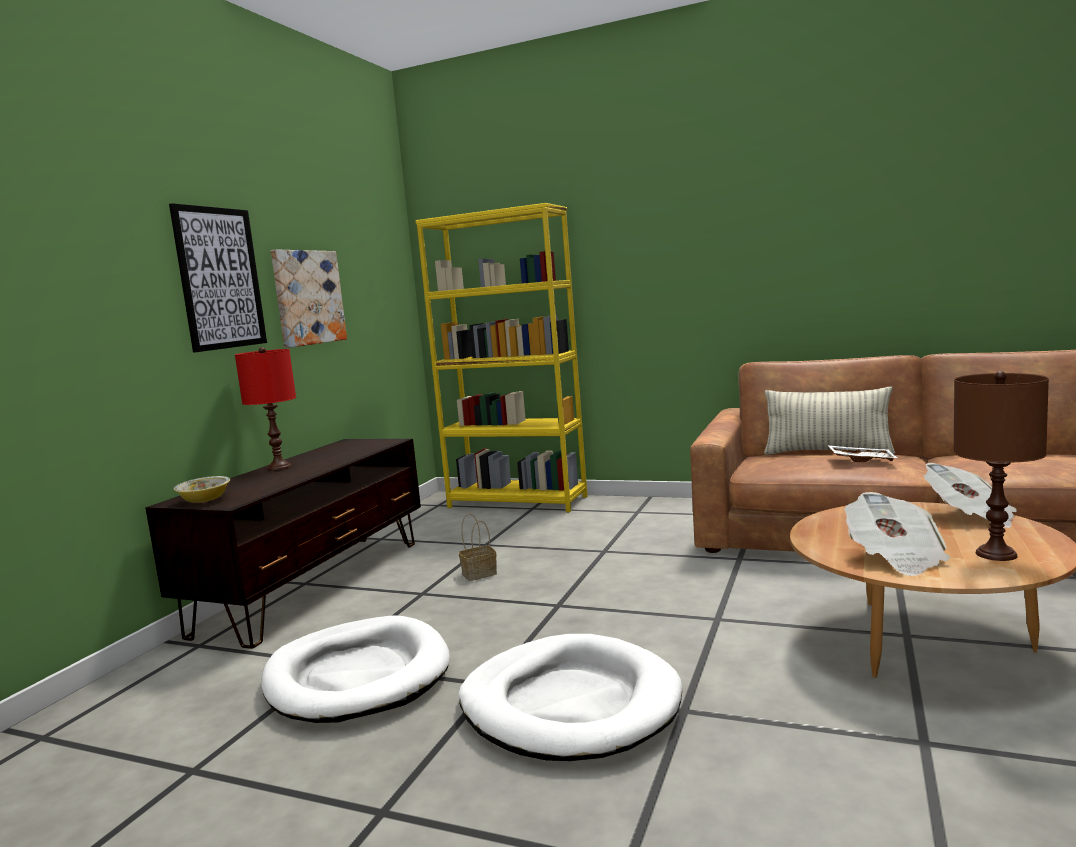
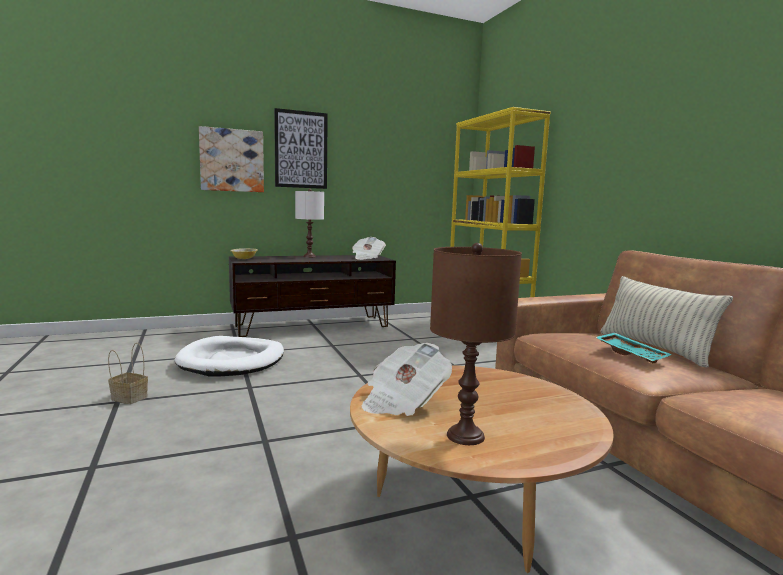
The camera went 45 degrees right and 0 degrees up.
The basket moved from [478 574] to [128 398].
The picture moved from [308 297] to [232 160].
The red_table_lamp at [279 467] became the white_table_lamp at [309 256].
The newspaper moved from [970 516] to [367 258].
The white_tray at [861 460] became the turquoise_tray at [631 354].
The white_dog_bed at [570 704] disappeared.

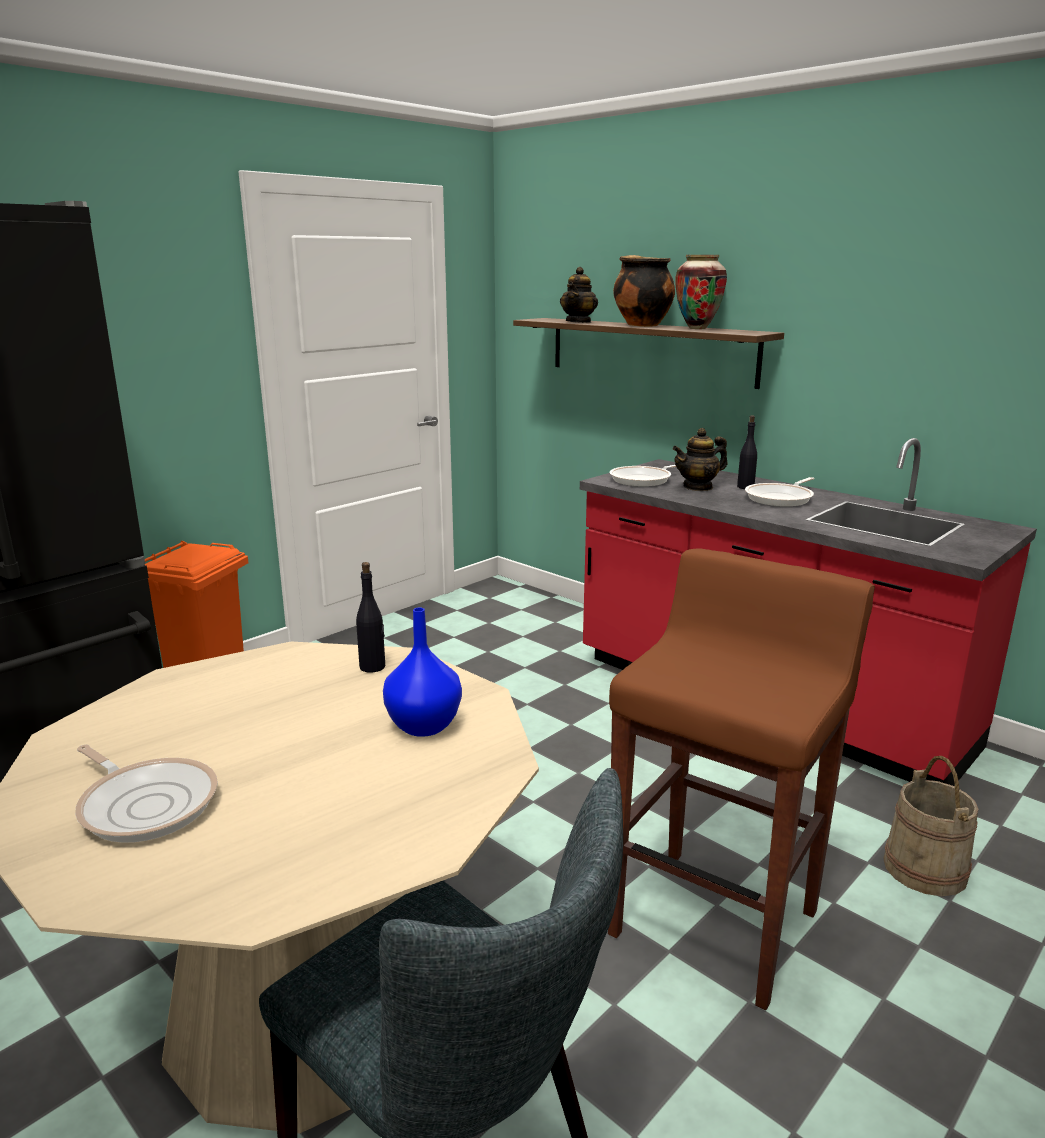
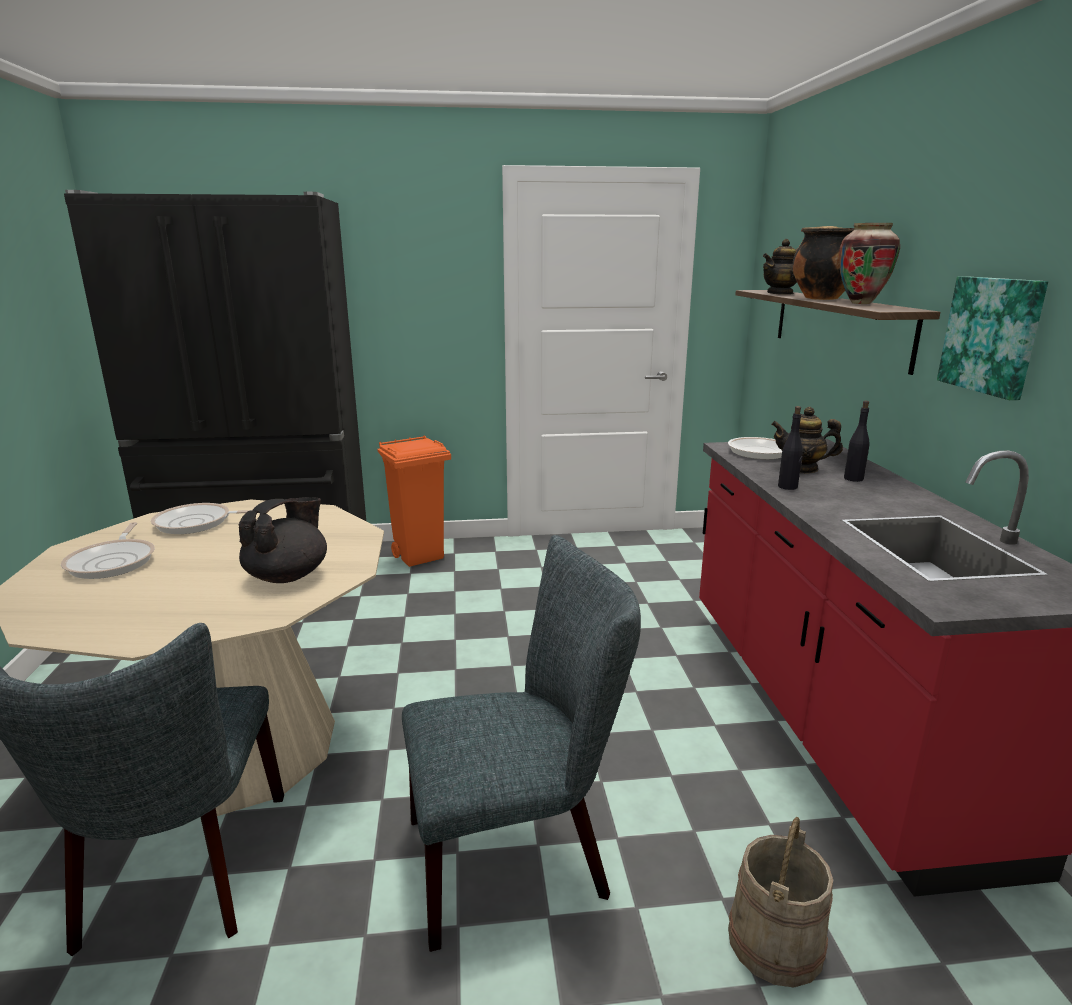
The camera went 40 degrees right and 0 degrees up.
The frying_pan moved from [781 498] to [197 523].
The blue_vase at [425 725] was replaced by the black_teapot at [288 576].
The brown_stool at [716 921] was replaced by the grey_chair at [519 855].
The black_bottle moved from [373 667] to [788 487].
The picture at [992 335] appeared.

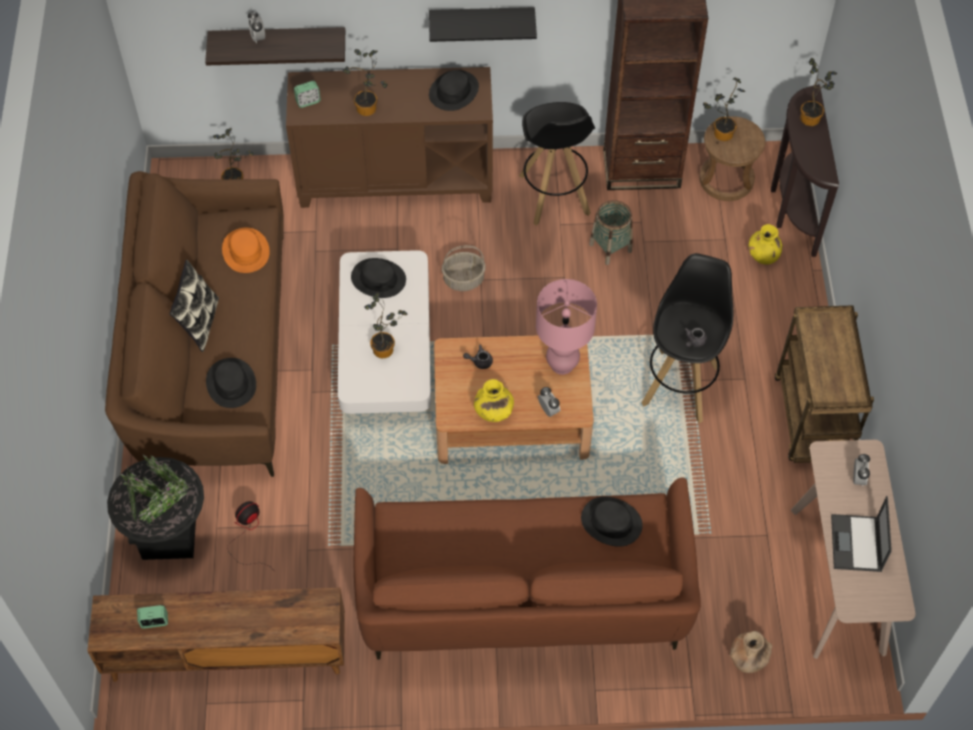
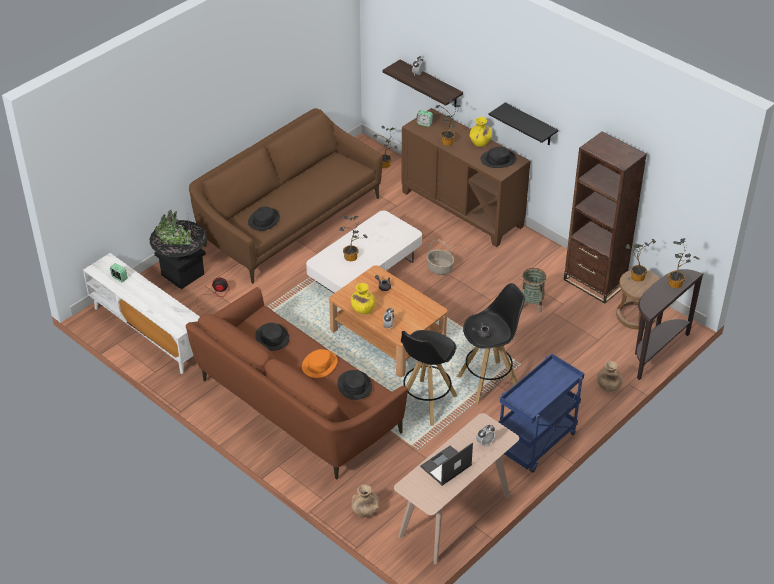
The camera went 45 degrees right and 15 degrees down.
The brown_tv_stand at [226 654] became the white_tv_stand at [148 332].
The black_hat moved from [378 279] to [272 337].
The orange_hat moved from [245 251] to [319 364].
The black_stool moved from [554 195] to [426 403].
The yellow_vase moved from [763 256] to [480 142].
The brown_cart at [812 421] became the blue_cart at [536 444].
The brown_vase at [608 386] appeared.
The pillow at [199 323] disappeared.
The pink_table_lamp at [562 365] disappeared.

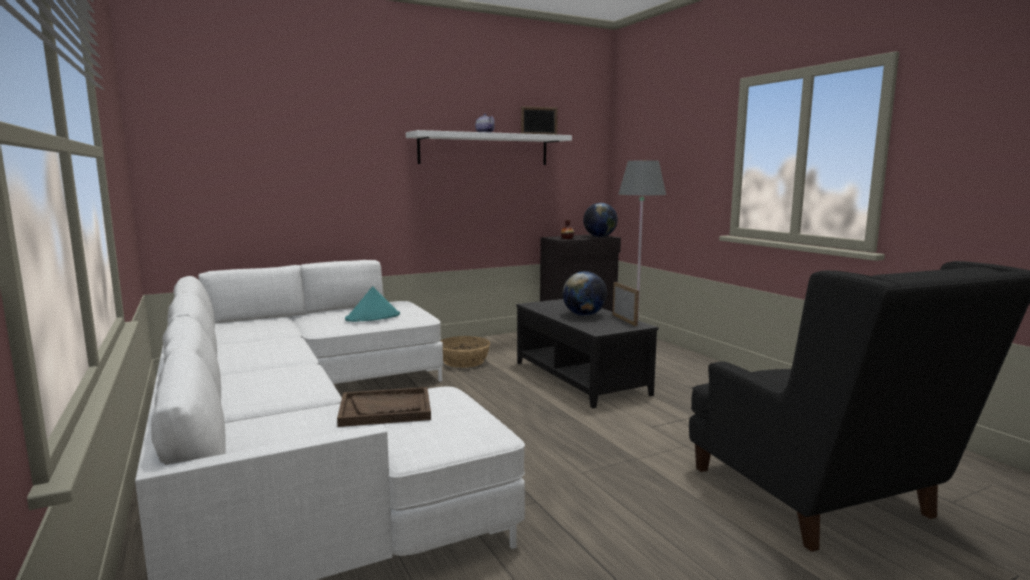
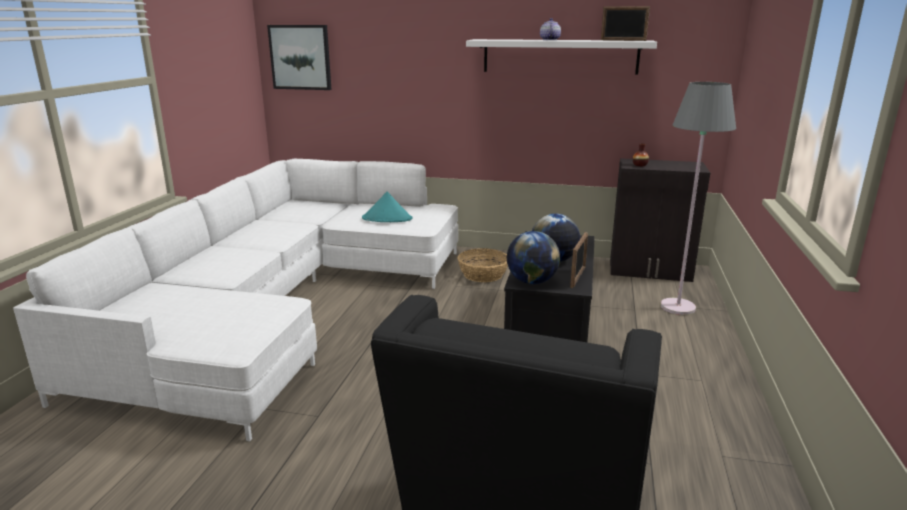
The camera went 40 degrees right and 10 degrees up.
The picture at [300 57] appeared.
The globe moved from [599 237] to [531 282].
The brown_tray at [385 409] disappeared.

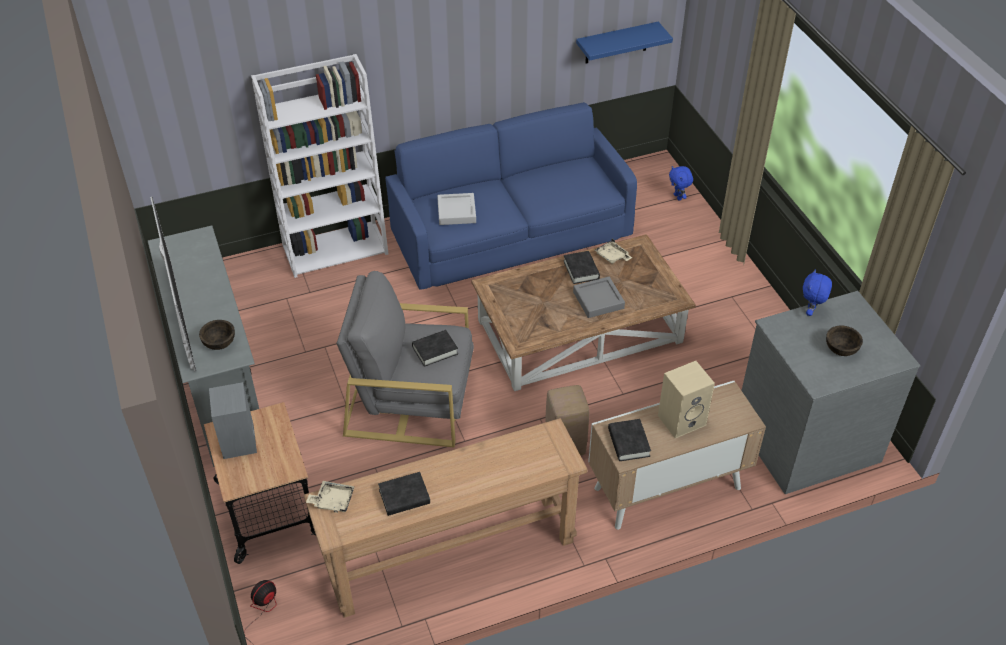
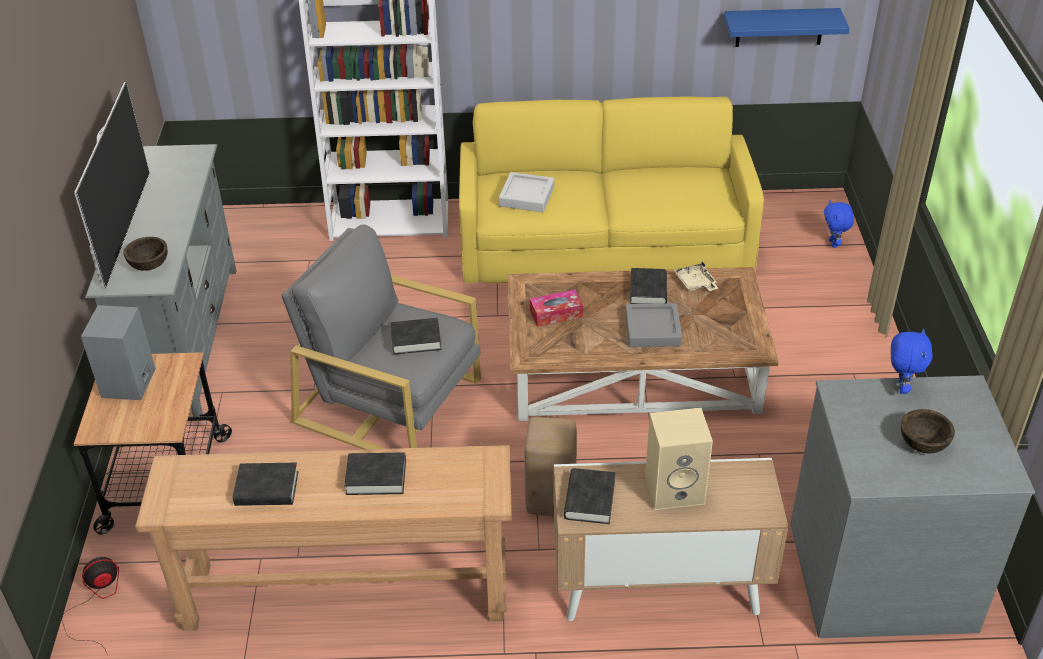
The camera went 20 degrees right and 5 degrees down.
The black_book at [376 477] appeared.
The blue_sofa at [510 228] became the yellow_sofa at [605 238].
The tissue_box at [556 314] appeared.
The blue_plush_toy at [811 311] turned 150 degrees clockwise.
The beige_tray at [332 501] disappeared.

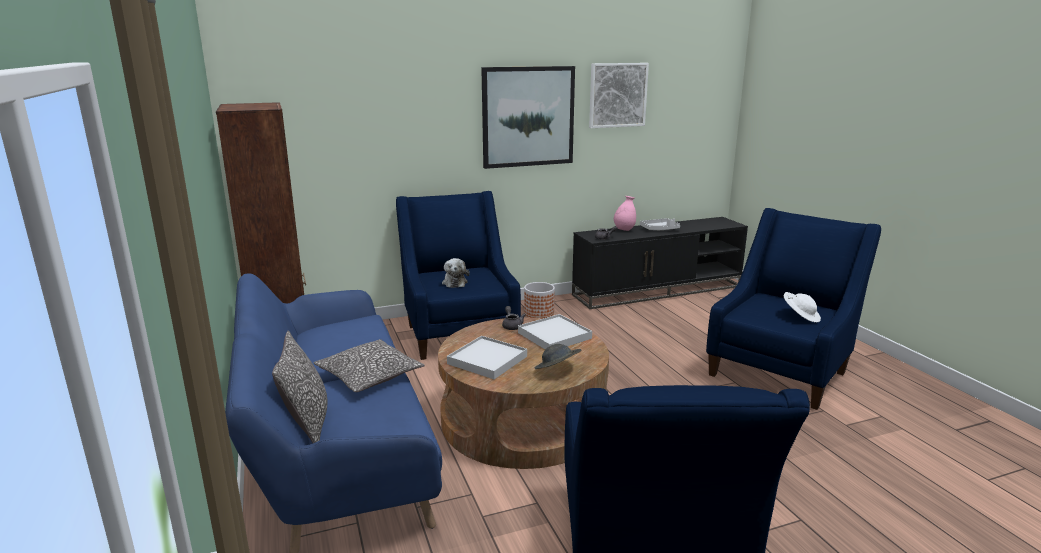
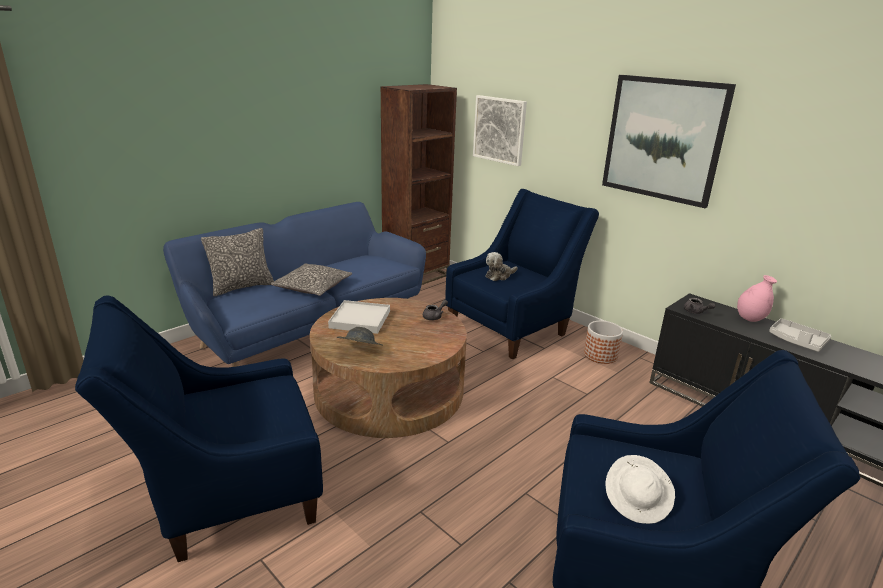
The camera went 65 degrees right and 5 degrees up.
The picture moved from [617 95] to [499 130].
The white_tray at [554 335] disappeared.

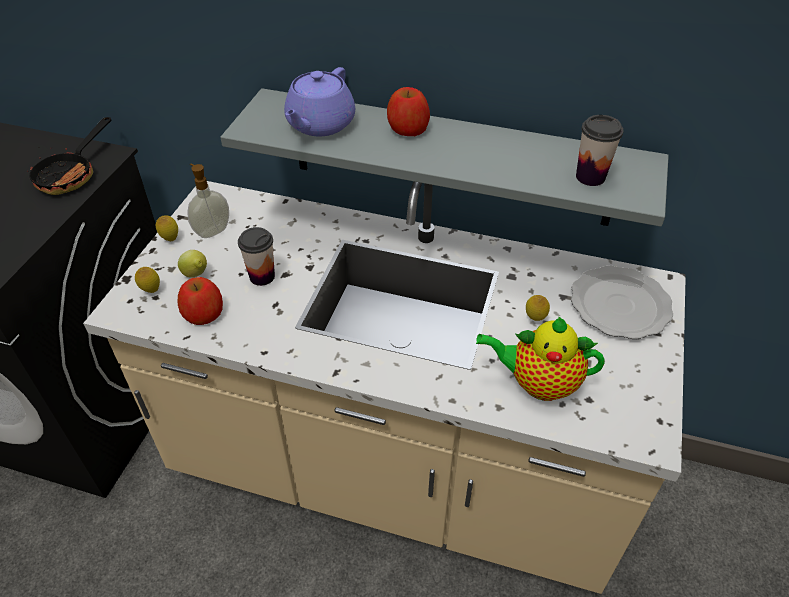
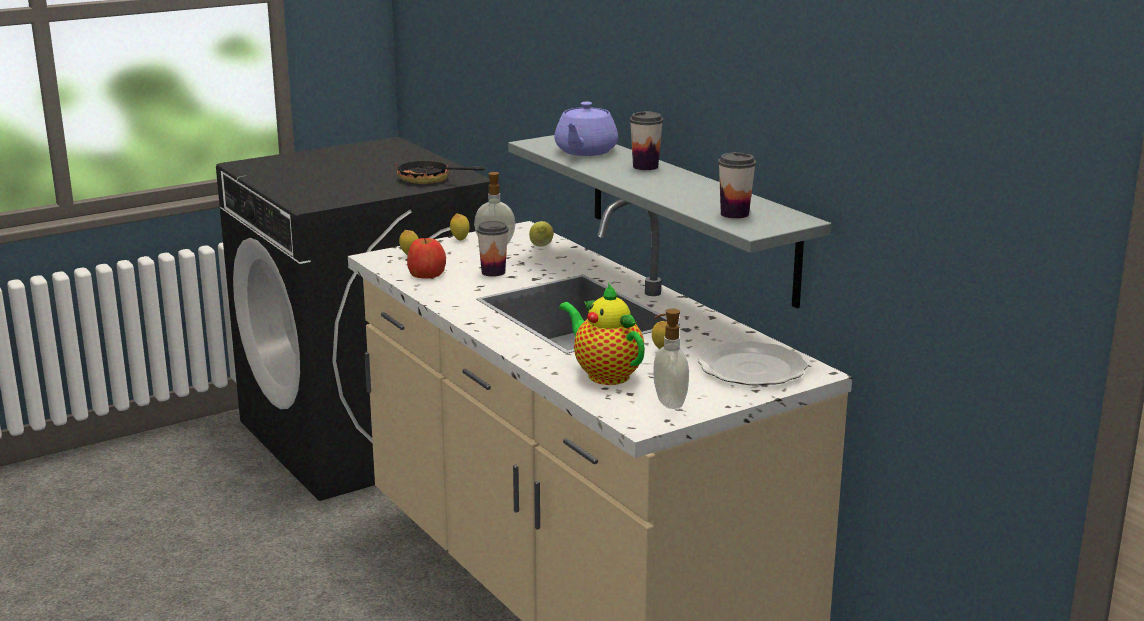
The camera went 40 degrees right and 25 degrees down.
The frying_pan at [71 174] turned 60 degrees clockwise.
The lemon moved from [196 275] to [541 247].
The purple_teapot at [319 124] turned 45 degrees counterclockwise.
The apple at [407 128] was replaced by the cup at [645 167].
The soap_dispenser at [668 403] appeared.

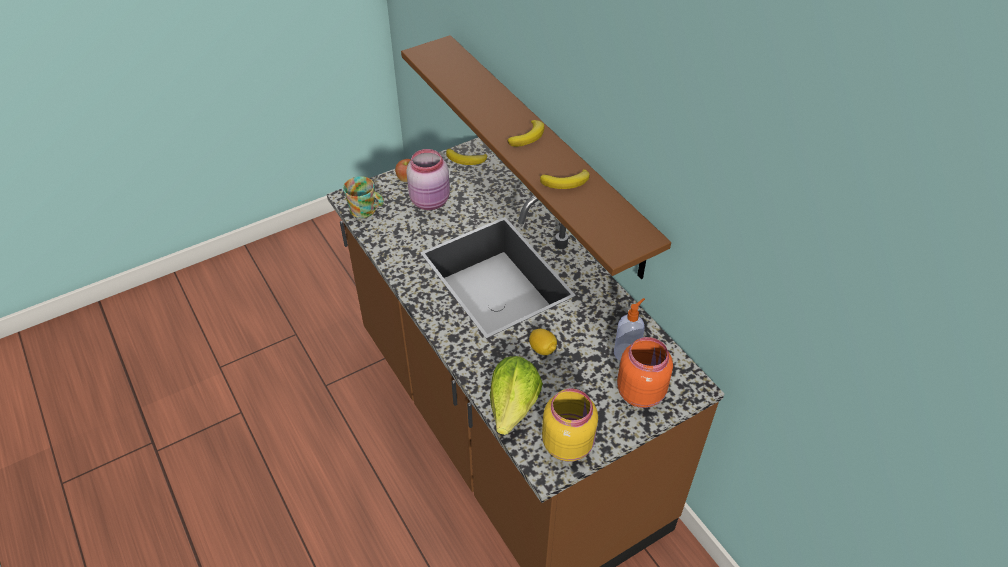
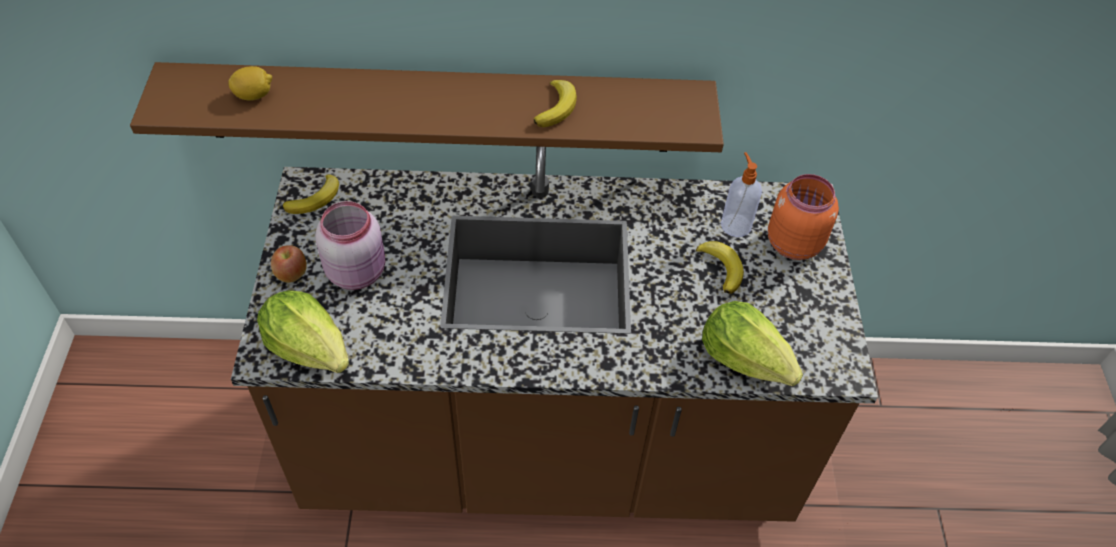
The camera went 60 degrees left and 5 degrees up.
The lemon moved from [542 349] to [254 95].
The mug at [366 210] was replaced by the lettuce at [309 347].
The banana moved from [528 136] to [722 268].
The yellow_jar at [568 443] disappeared.

